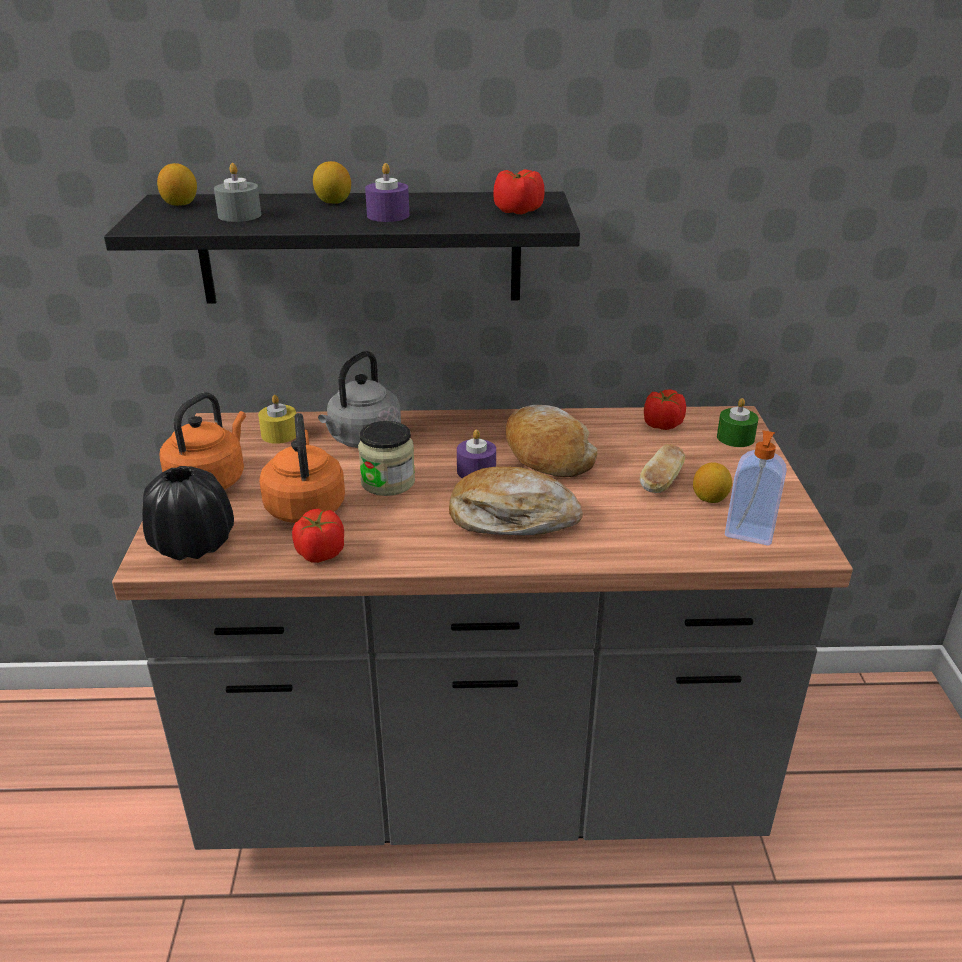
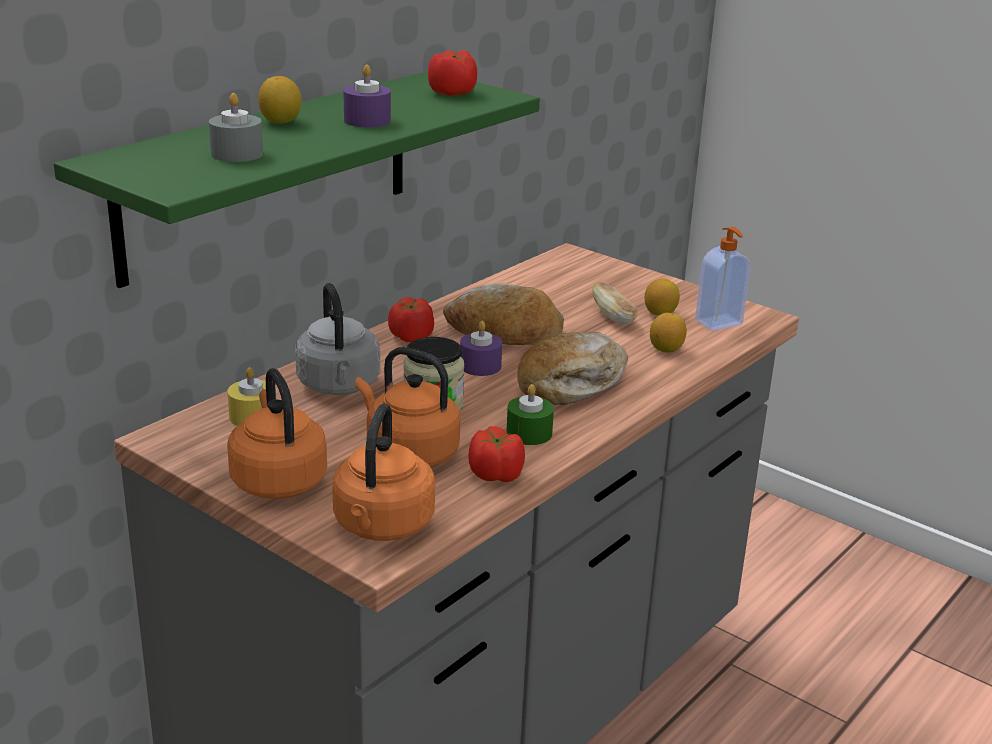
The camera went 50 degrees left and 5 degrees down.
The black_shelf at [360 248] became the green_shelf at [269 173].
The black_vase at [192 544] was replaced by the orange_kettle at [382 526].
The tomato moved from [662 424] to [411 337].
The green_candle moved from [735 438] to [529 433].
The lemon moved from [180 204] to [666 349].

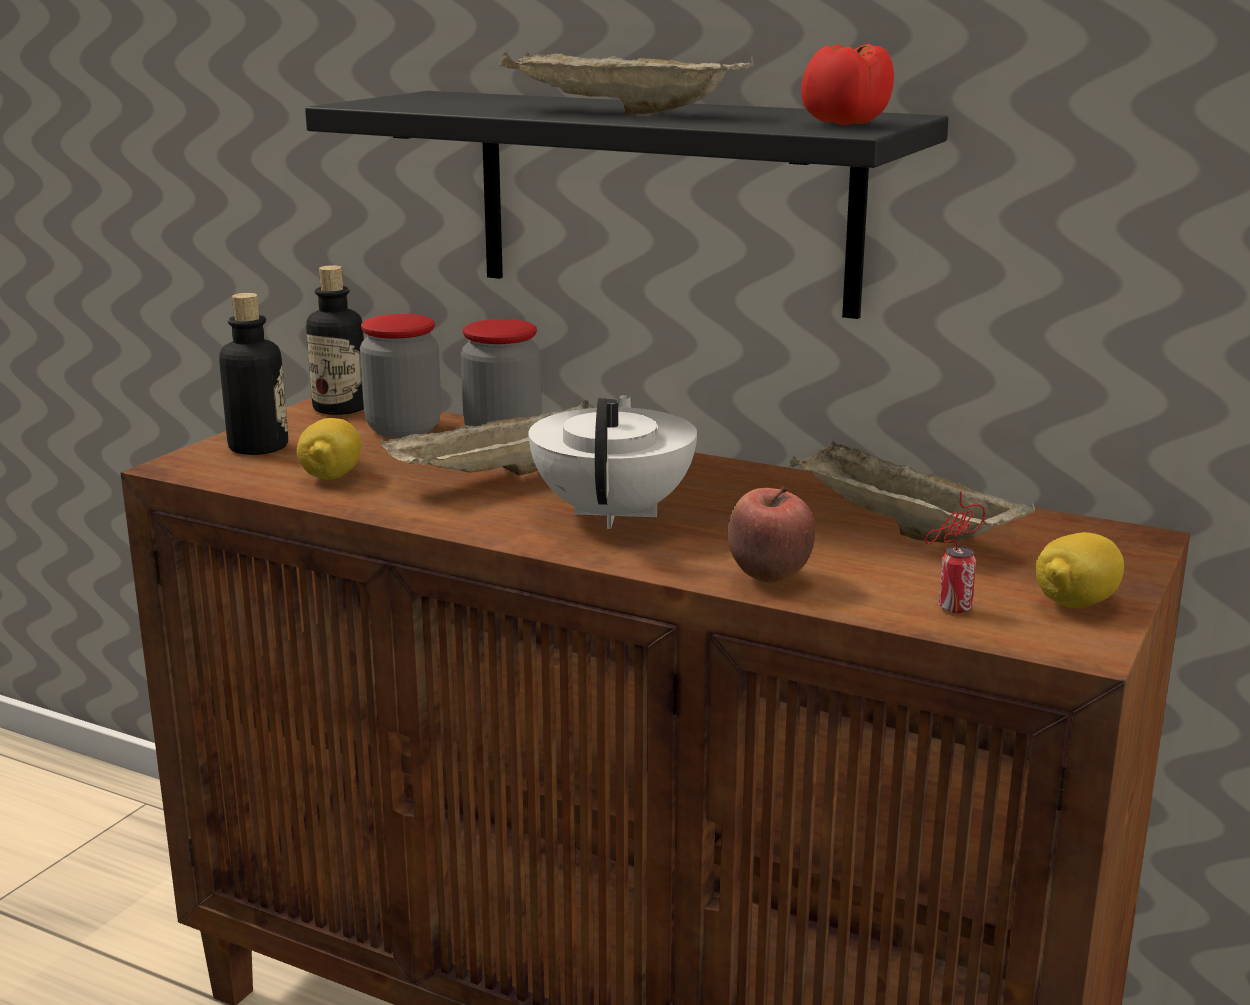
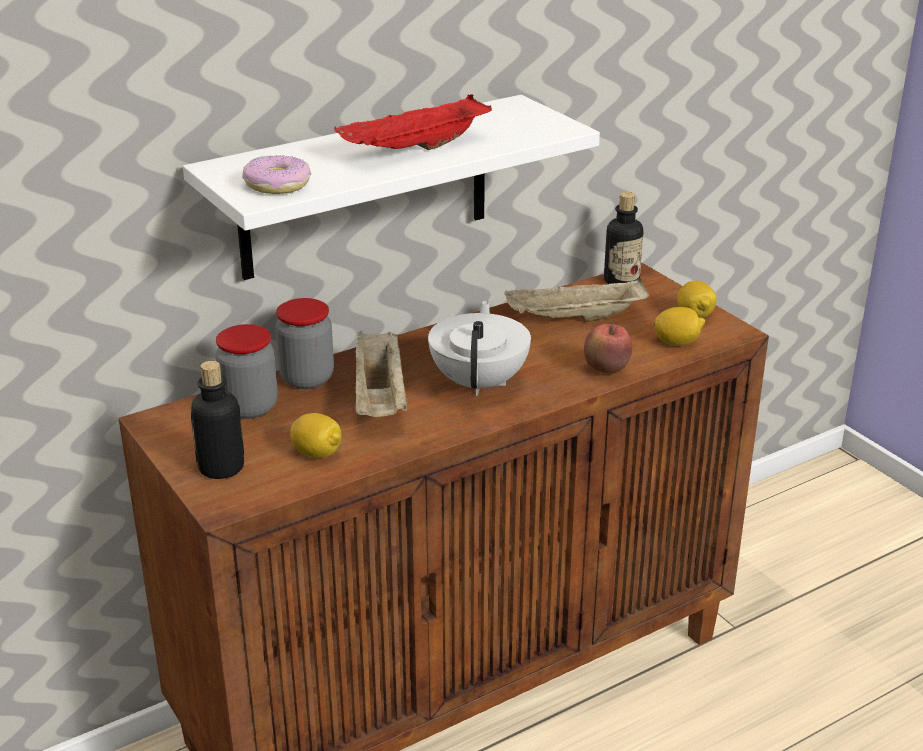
The camera went 60 degrees left and 10 degrees up.
The black_shelf at [664 201] became the white_shelf at [365 188].
The donut at [277 184] appeared.
The beige_tray at [618 112] became the red_tray at [415 150].
The white_teapot at [615 513] turned 60 degrees clockwise.
The bottle moved from [340 408] to [621 281].
The can at [951 609] was replaced by the lemon at [677 342].
The tomato at [844 123] disappeared.

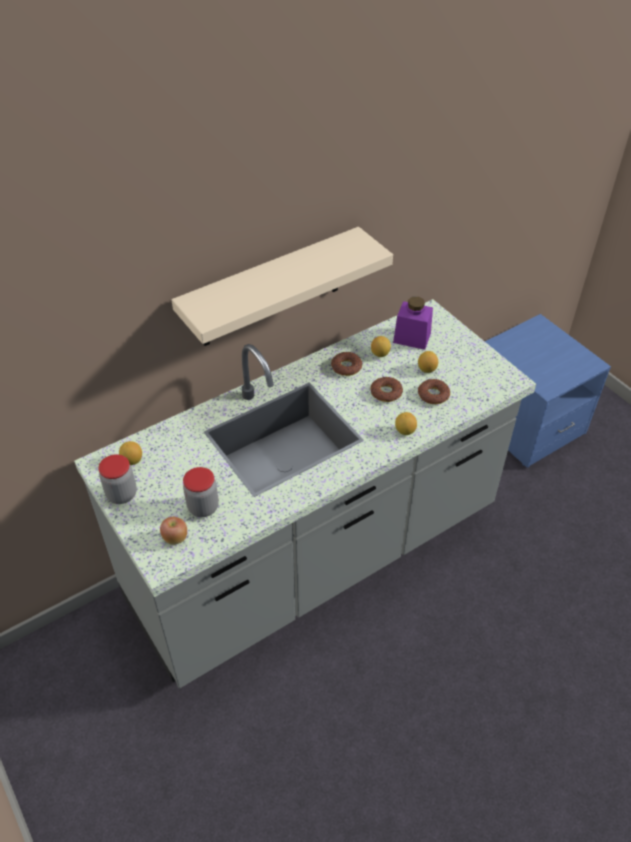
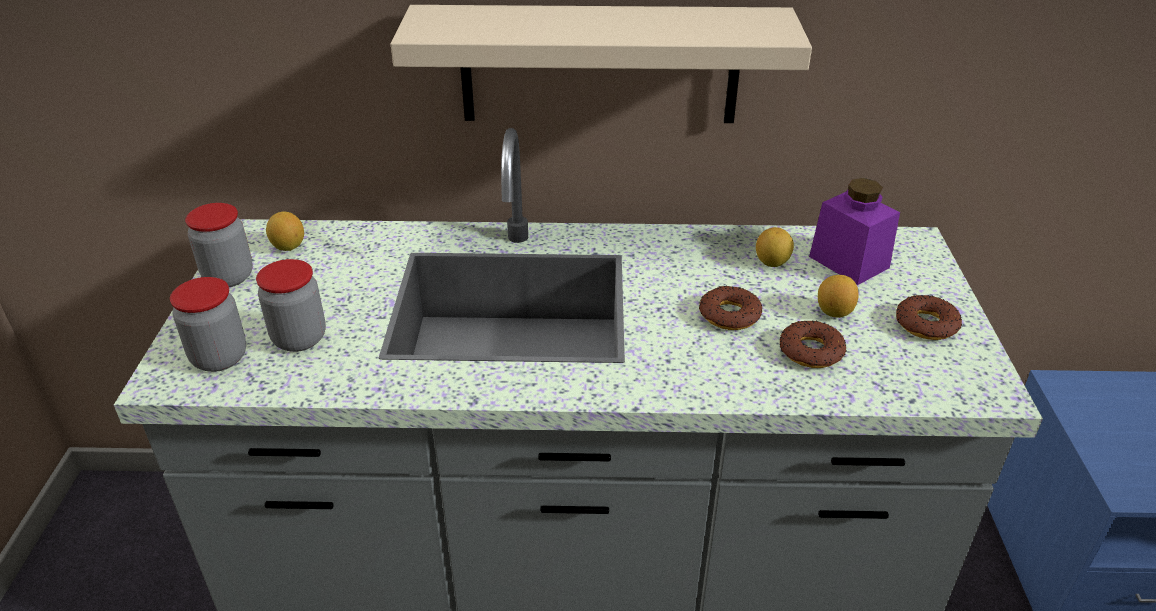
The camera went 35 degrees right and 10 degrees down.
The apple at [175 538] was replaced by the jar at [219 358].
The donut moved from [346 367] to [925 324].
The lemon at [405 431] disappeared.

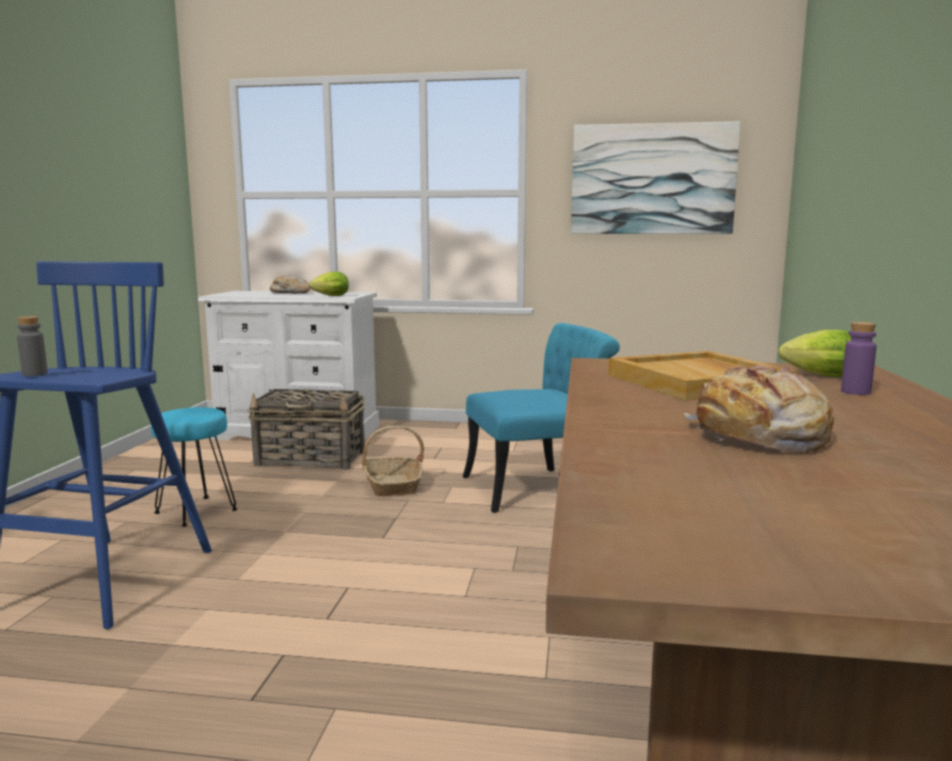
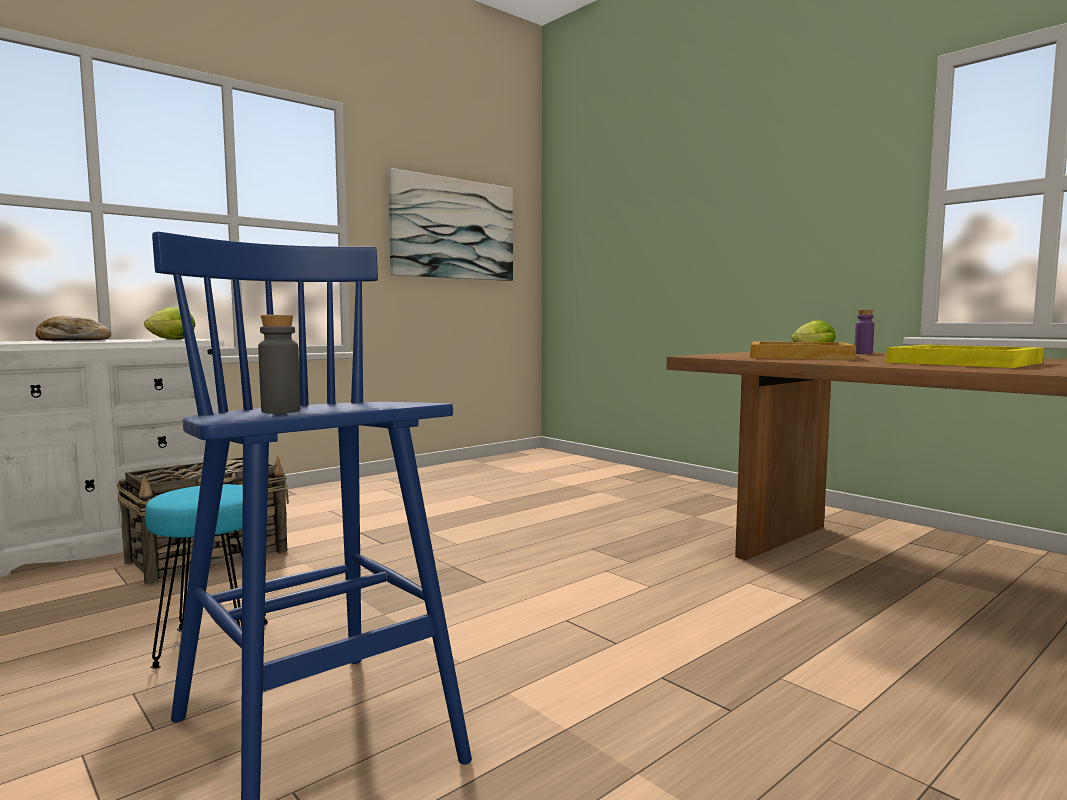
The camera went 50 degrees left and 5 degrees down.
The bread at [759 437] was replaced by the yellow_tray at [965 362].
The basket at [392 485] disappeared.
The turquoise_chair at [538 487] disappeared.

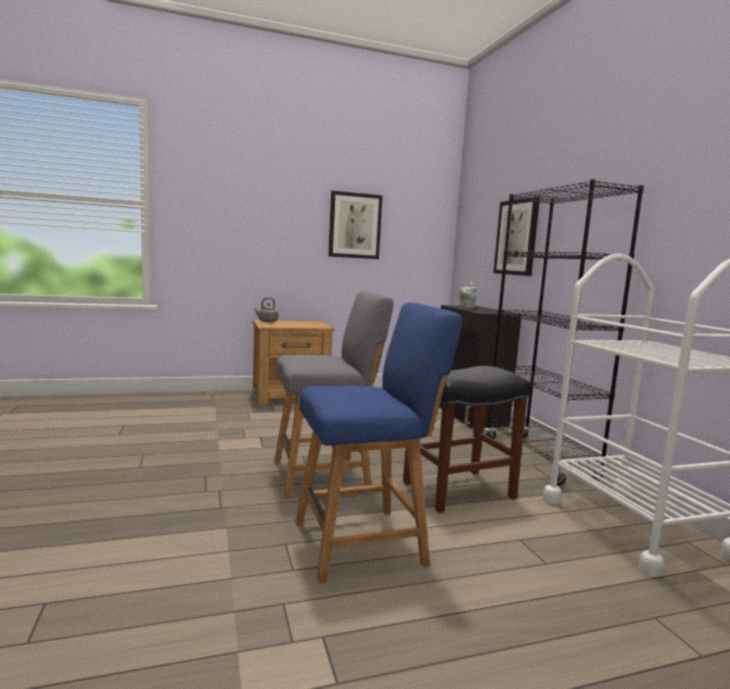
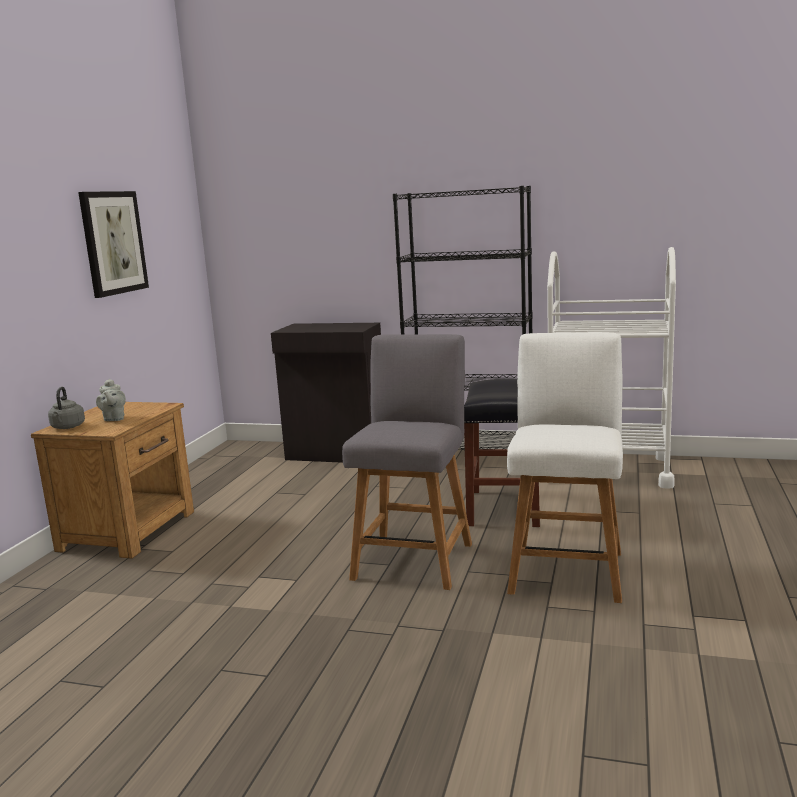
The camera went 55 degrees left and 5 degrees up.
The grey_teapot moved from [466 307] to [114 419].
The blue_chair at [365 541] became the white_chair at [567 569].
The picture at [517 237] disappeared.

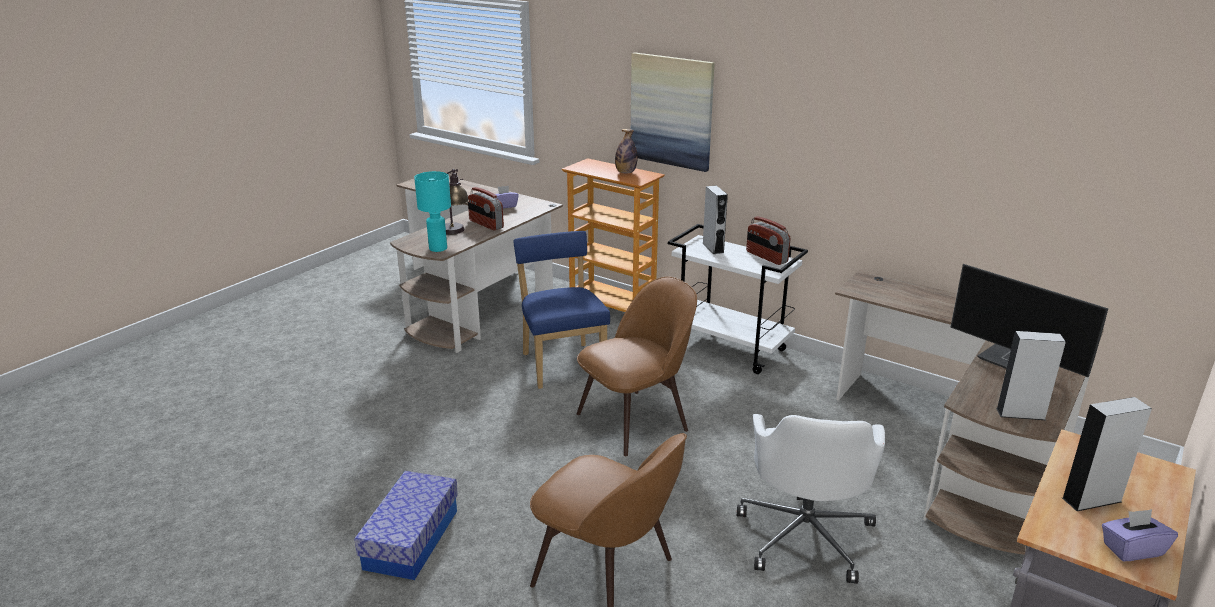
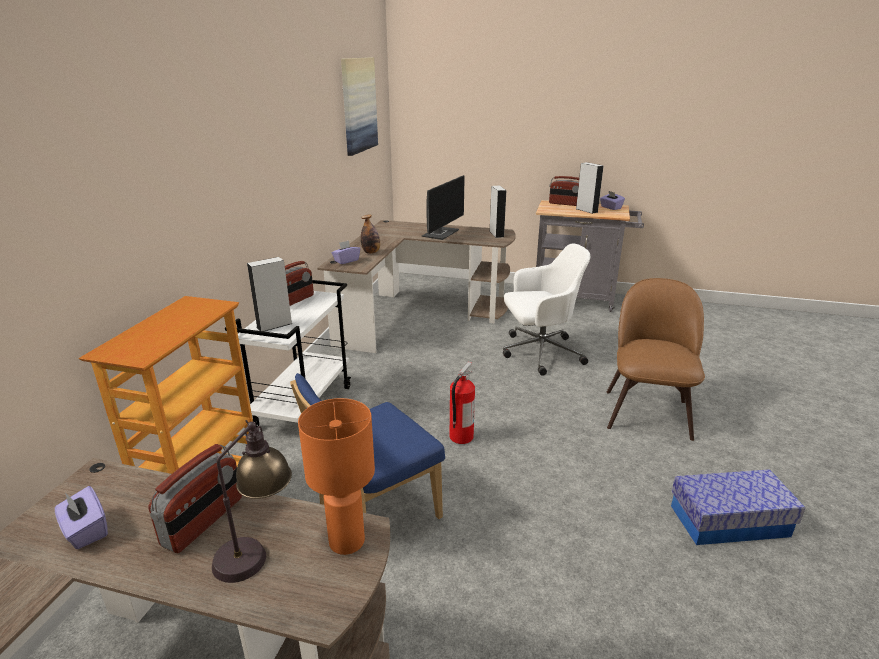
The camera went 110 degrees left and 0 degrees up.
The turquoise_table_lamp at [438 248] became the orange_table_lamp at [346 541].
The purple_tissue_box at [346 261] appeared.
The picture moved from [672 111] to [358 105].
The bottle moved from [625 172] to [371 252].
The brown_chair at [636 420] was replaced by the fire_extinguisher at [460 437].
The radio at [565 204] appeared.

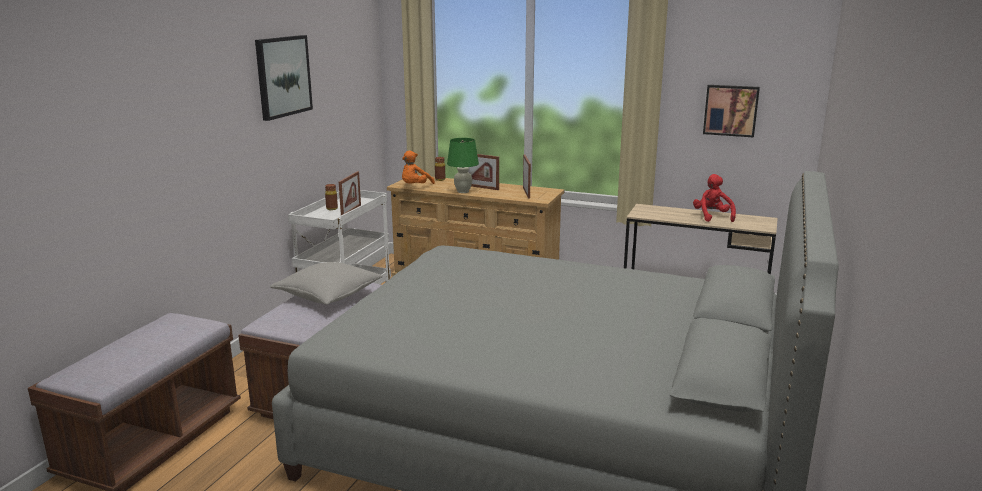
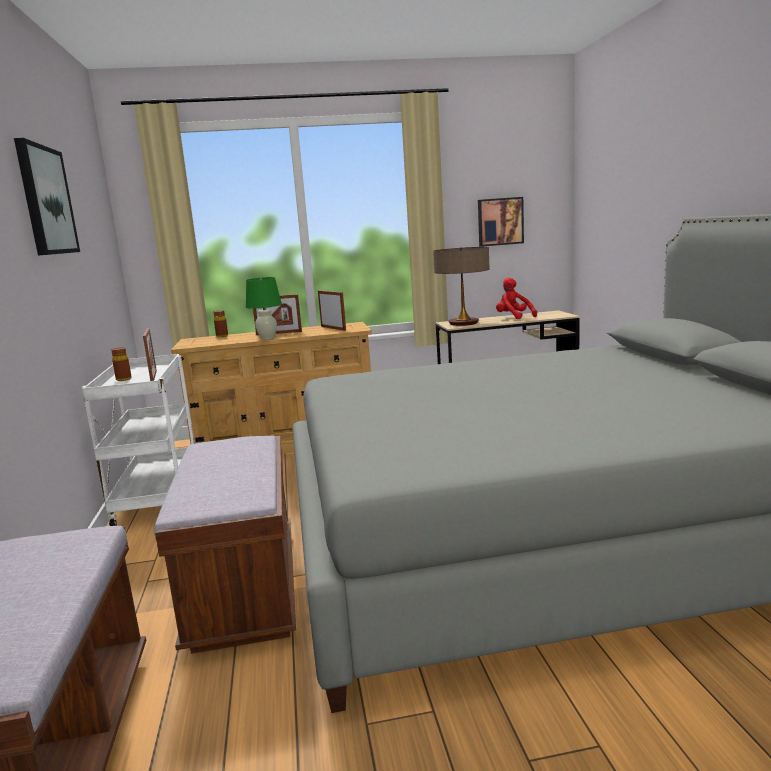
The camera went 30 degrees left and 5 degrees down.
The table_lamp at [463 323] appeared.
The grey_pillow at [328 296] disappeared.
The orange_plush_toy at [415 187] disappeared.

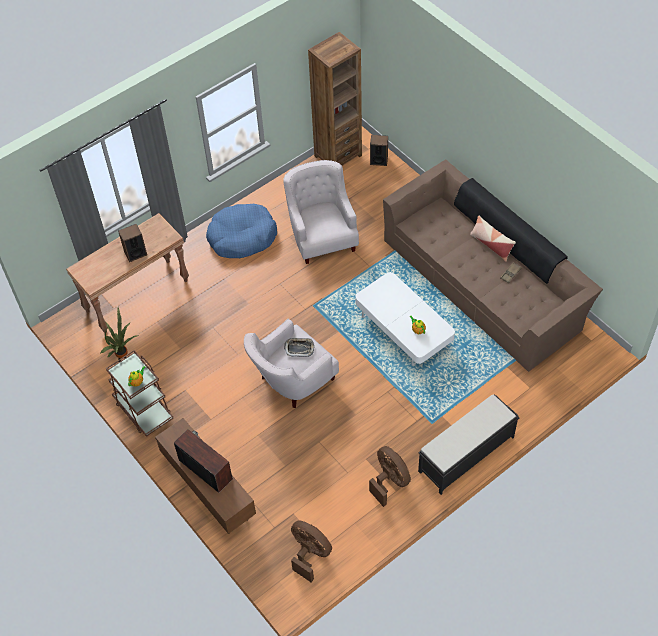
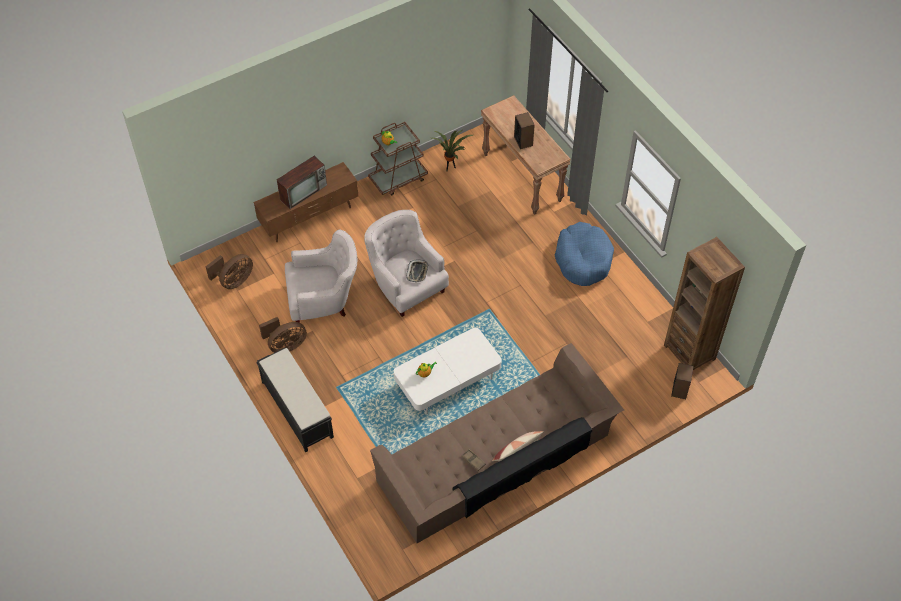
The camera went 95 degrees right and 0 degrees up.
The white_armchair moved from [322 235] to [324 299].

